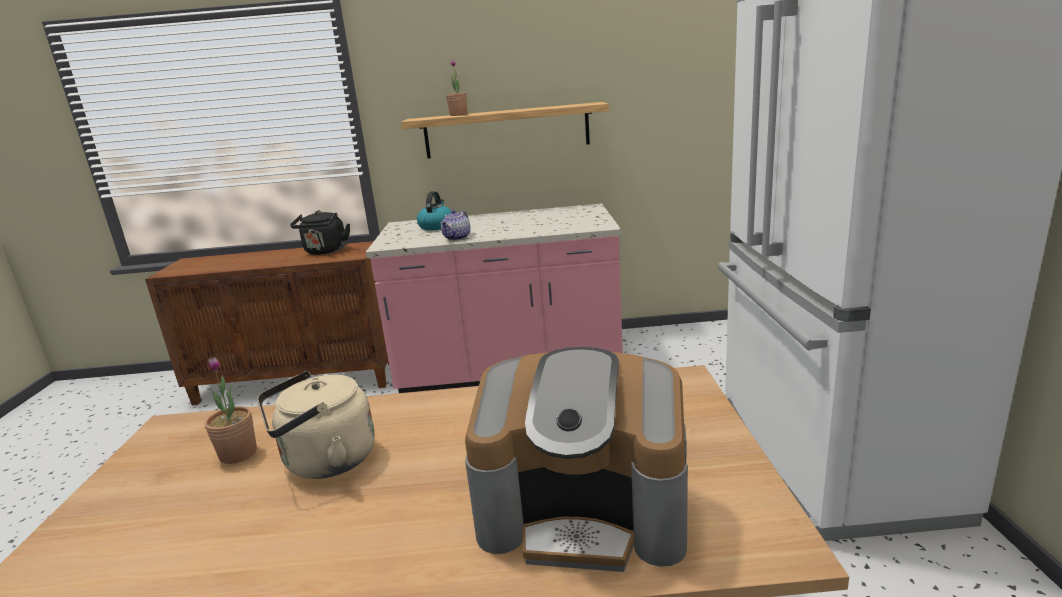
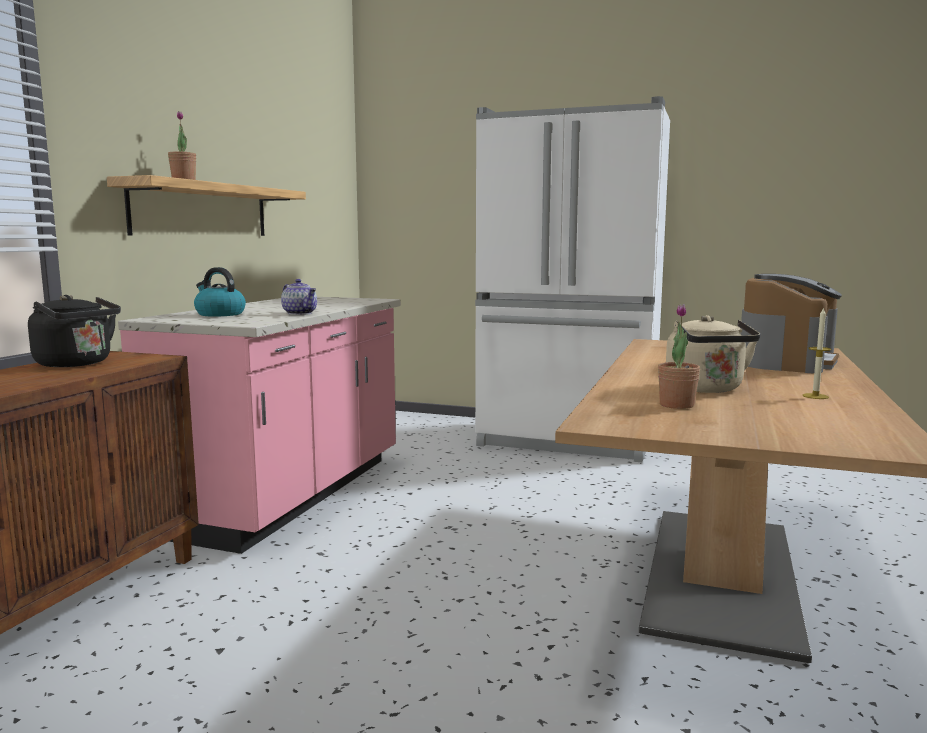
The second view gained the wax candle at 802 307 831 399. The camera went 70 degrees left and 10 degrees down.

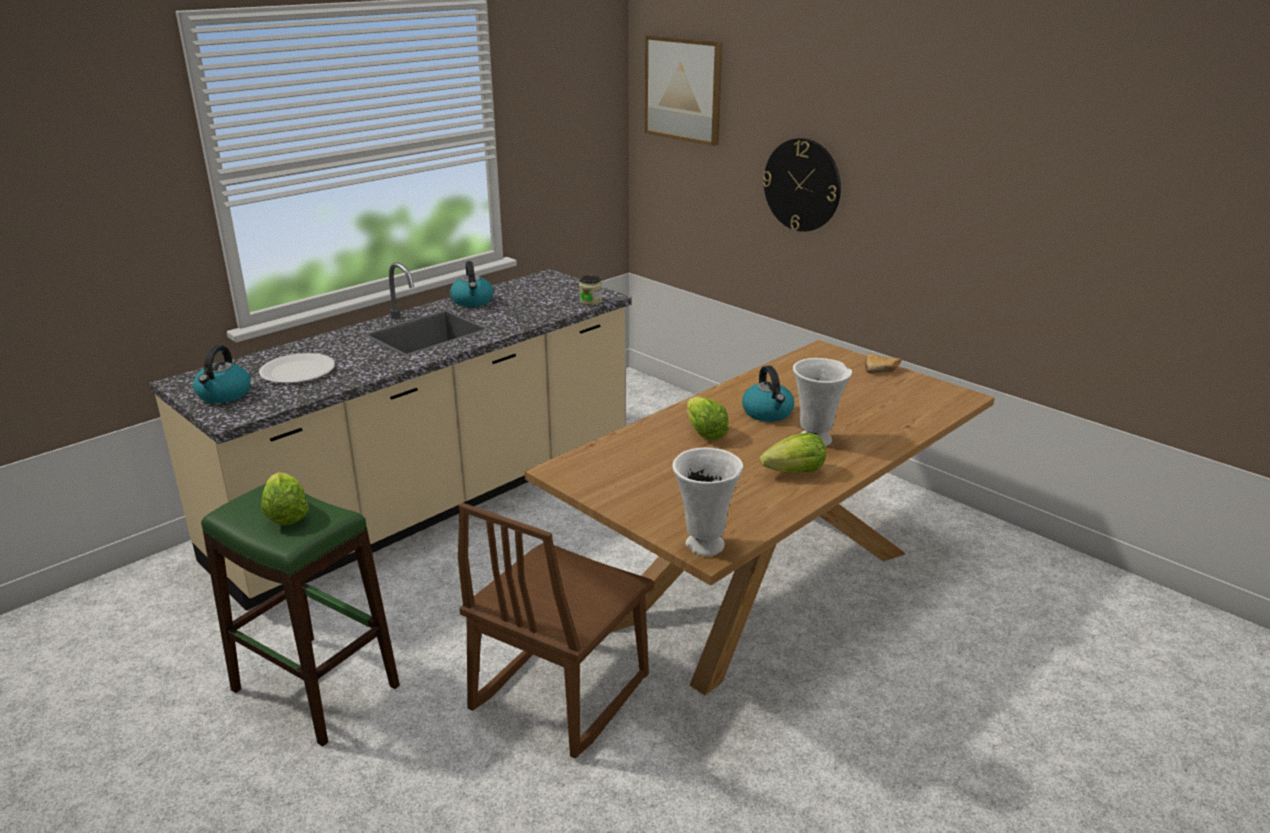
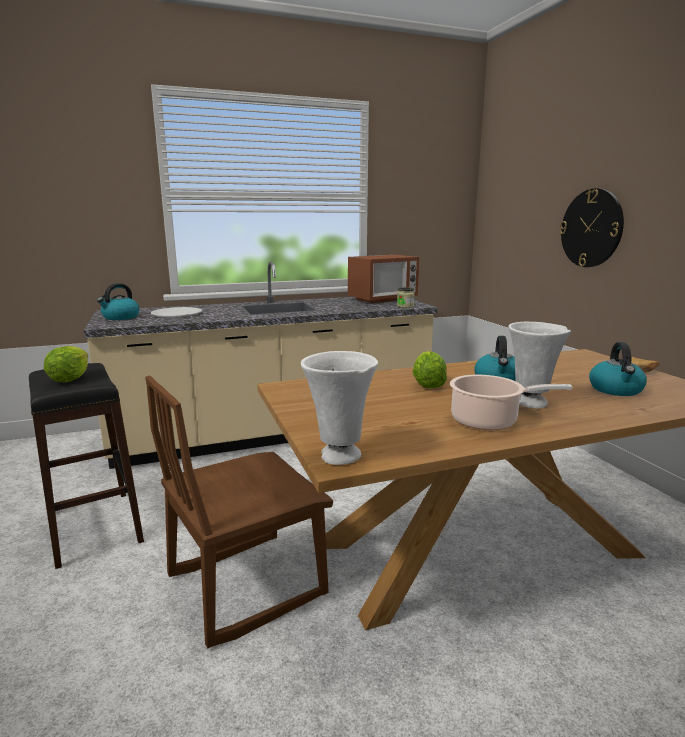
What was the greenish stool at 201 484 400 747 turned into the black-coloured stool at 29 363 144 569. The tea kettle ended up elsewhere, having gone from 450 261 493 307 to 589 342 647 396. The second view lost the wall art at 645 35 723 146. Where the lettuce head stood at 760 433 826 473, the cooking pot came to stand at 450 375 572 430. The second view gained the microwave at 348 255 419 303. The camera went 25 degrees right and 10 degrees down.

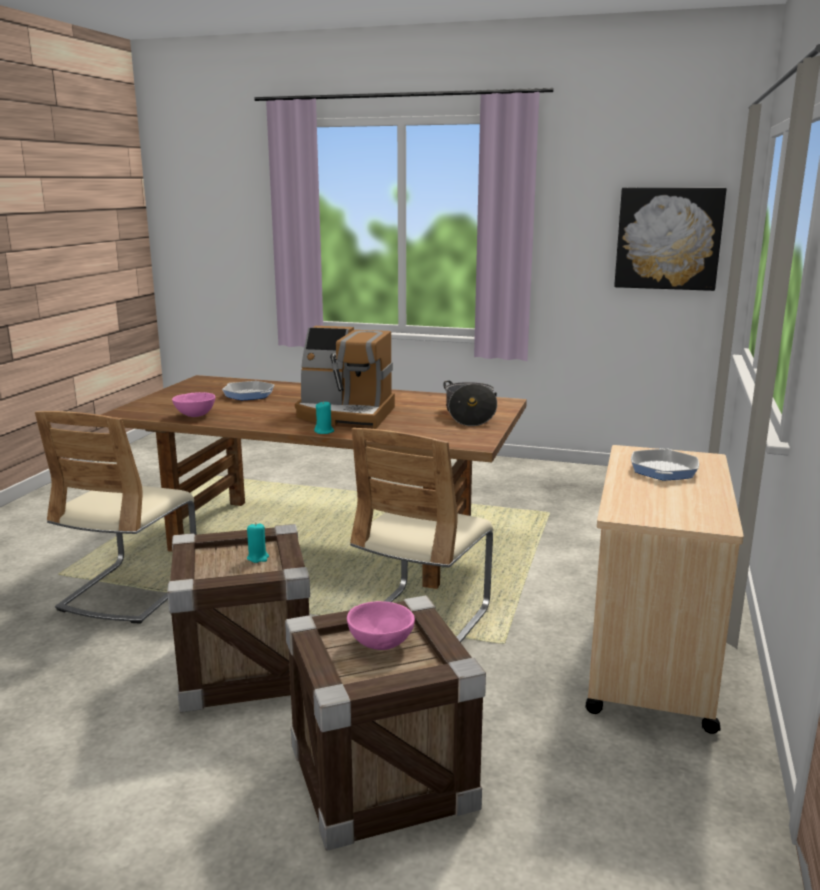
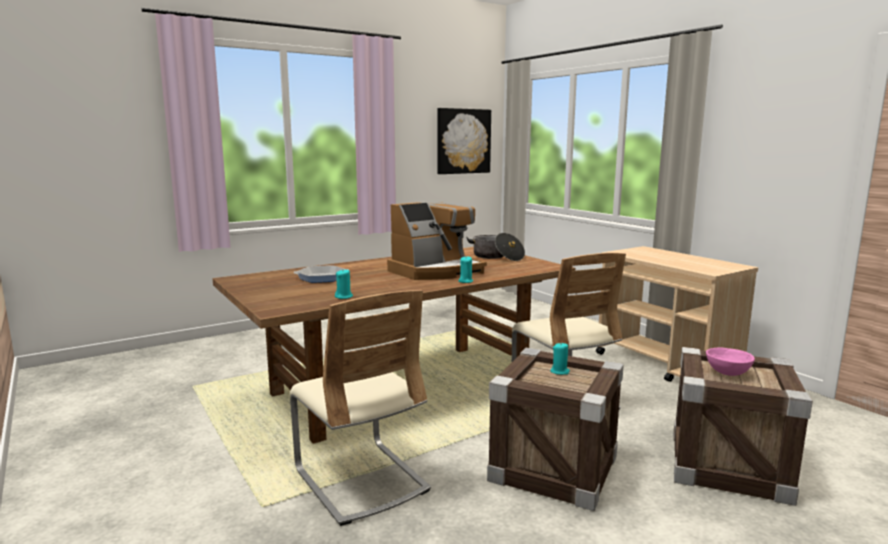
Where the pink-coloured bowl stood at 172 392 215 417, the turquoise-coloured wax candle came to stand at 335 270 353 299. The second view lost the pan at 631 448 699 481. The camera went 50 degrees left and 5 degrees down.

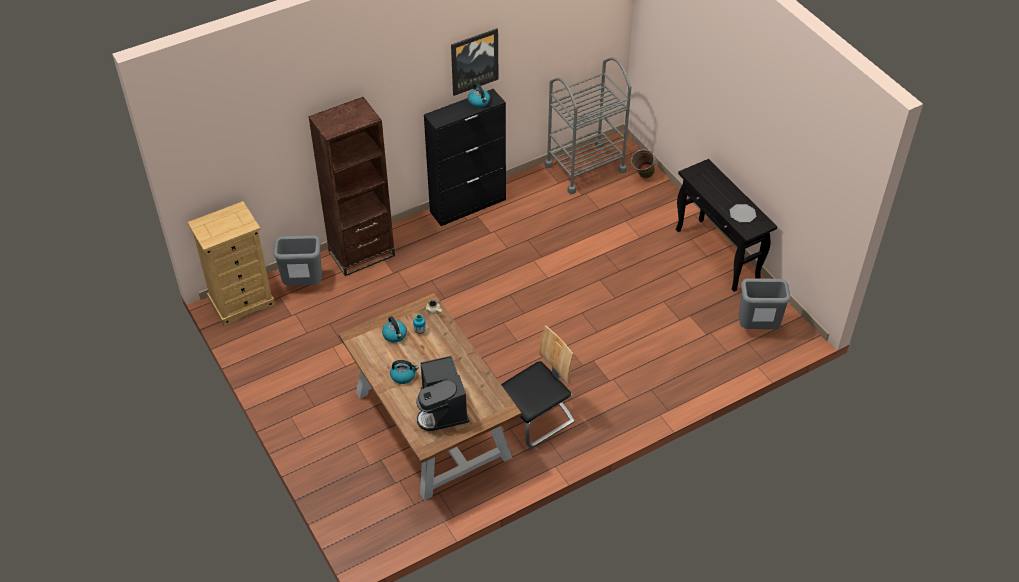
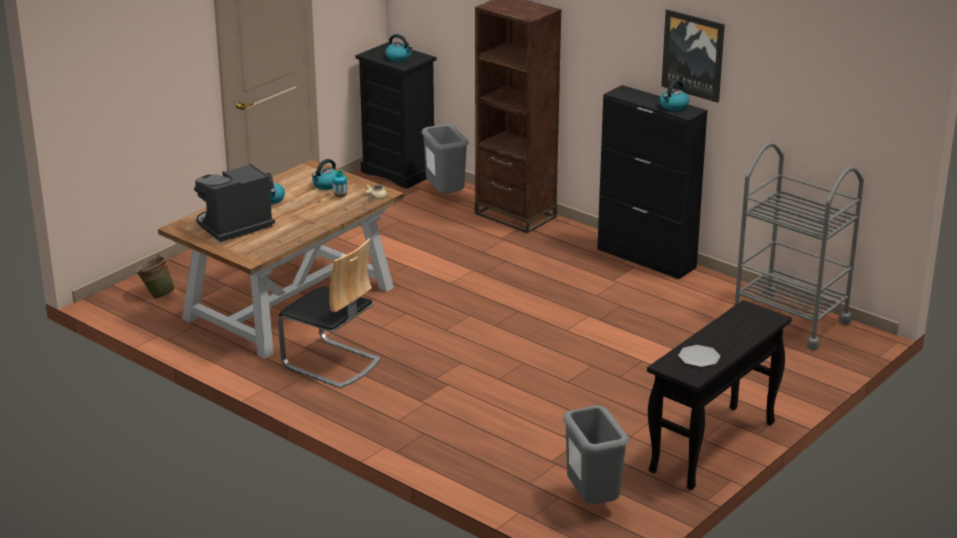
What was the sand-coloured dresser at 187 201 275 326 turned into the black-coloured dresser at 356 42 436 189. The greenish pail ended up elsewhere, having gone from 631 149 656 178 to 135 255 175 299. The second view gained the tea kettle at 385 34 413 62. The camera went 70 degrees right and 20 degrees down.

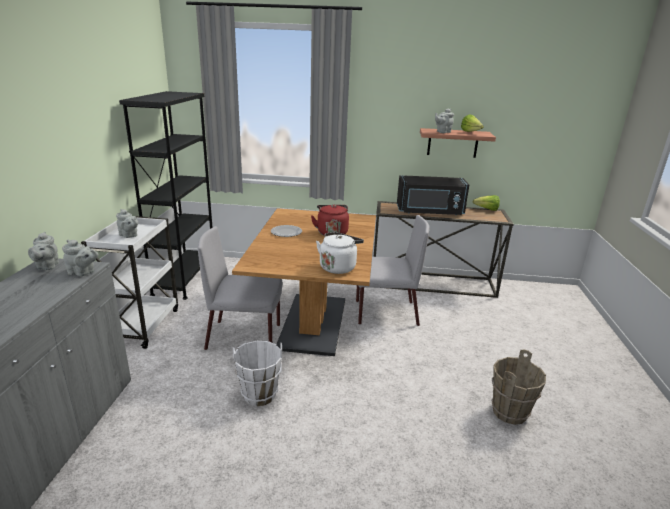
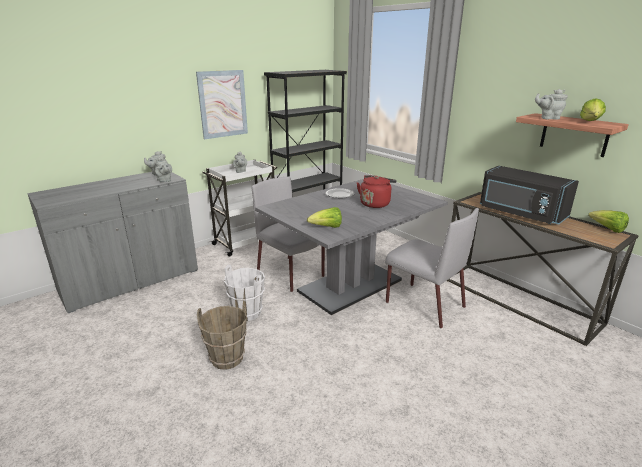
What was the brown-coloured dinner table at 232 208 376 356 turned into the grey dinner table at 255 179 448 315. Where the whitish tea kettle stood at 316 232 364 274, the lettuce head came to stand at 307 207 342 228. The brown-coloured pail ended up elsewhere, having gone from 491 349 546 425 to 197 305 247 370. The second view gained the wall art at 196 70 248 139. The camera went 45 degrees right and 0 degrees up.

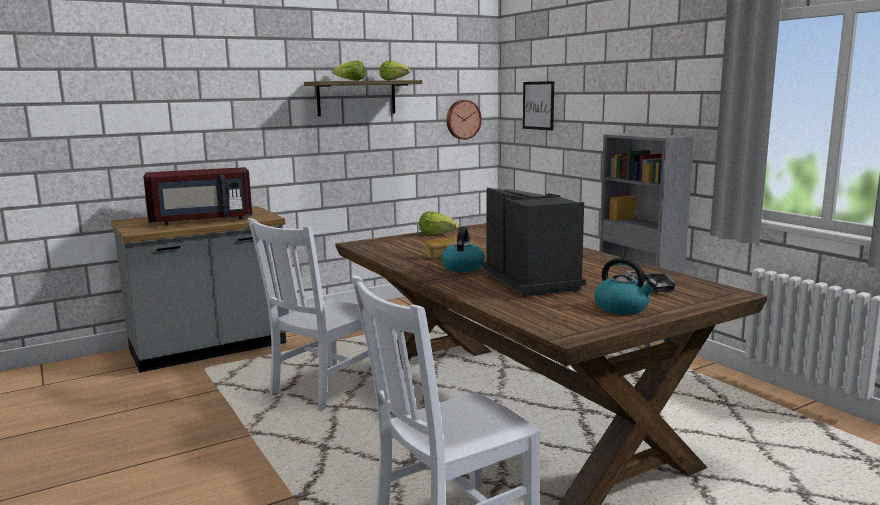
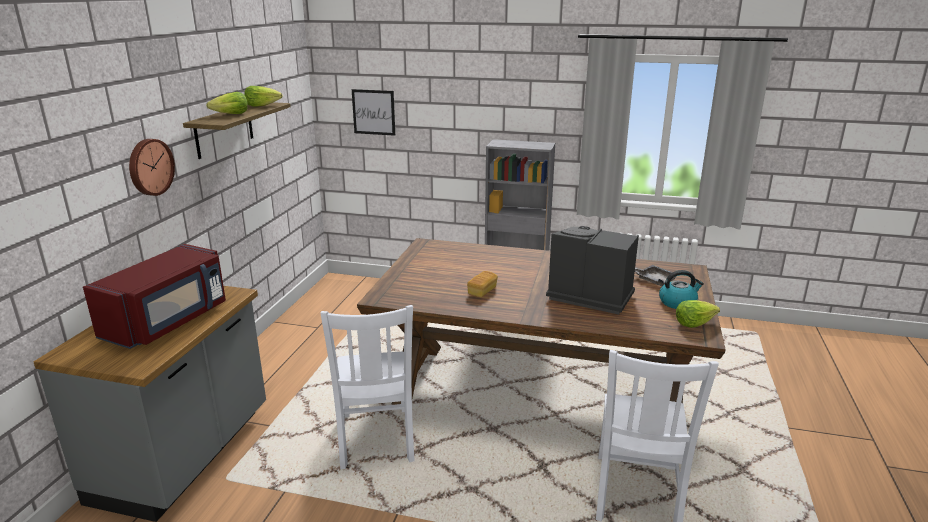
The lettuce head ended up elsewhere, having gone from 419 211 458 235 to 676 300 720 328. The second view lost the tea kettle at 441 227 485 272. The wall clock ended up elsewhere, having gone from 446 100 482 140 to 129 139 175 196. The camera went 45 degrees left and 10 degrees up.

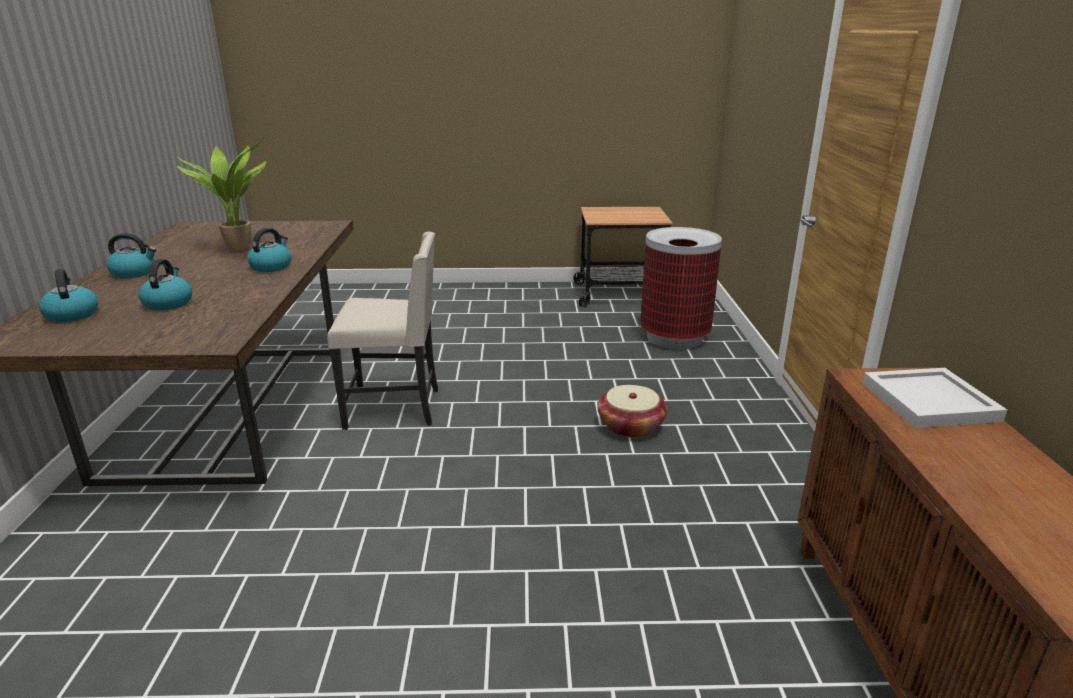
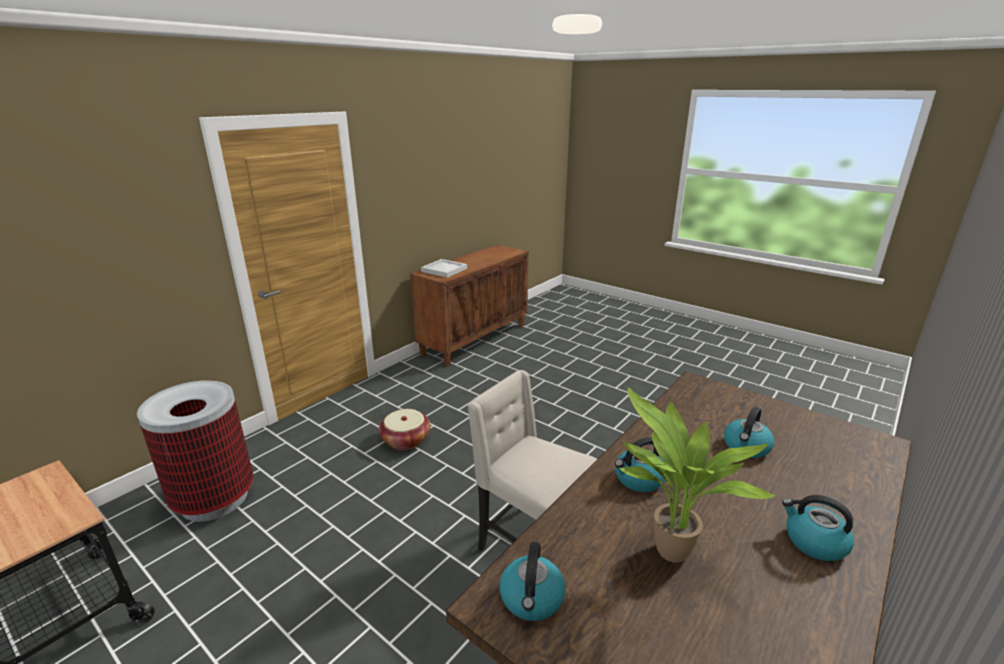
The tea kettle ended up elsewhere, having gone from 39 269 98 322 to 499 542 565 621. The camera went 140 degrees left and 0 degrees up.

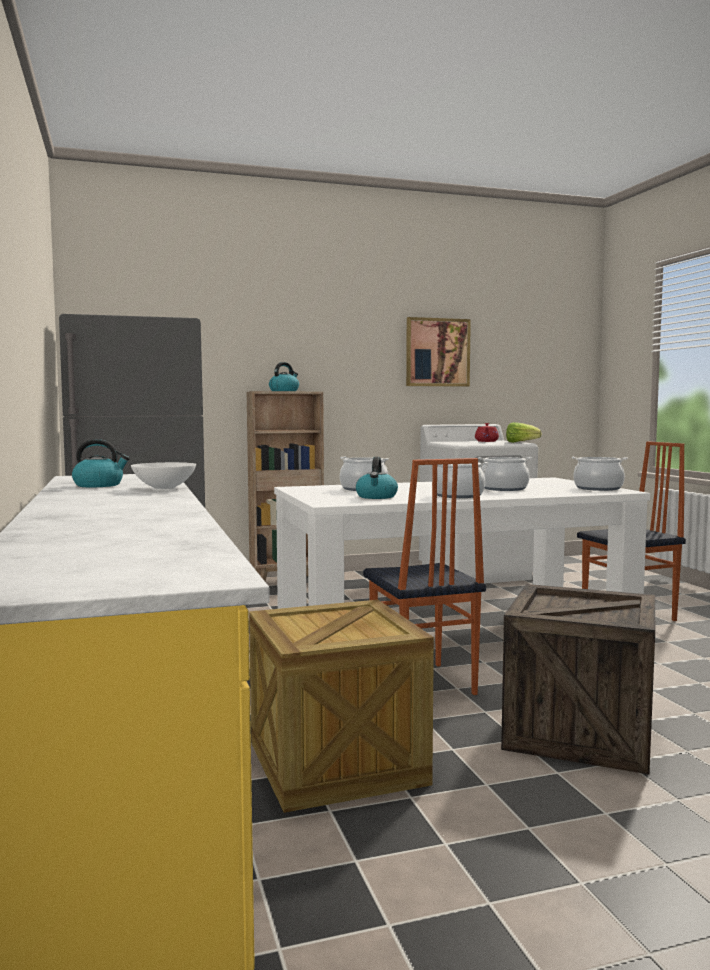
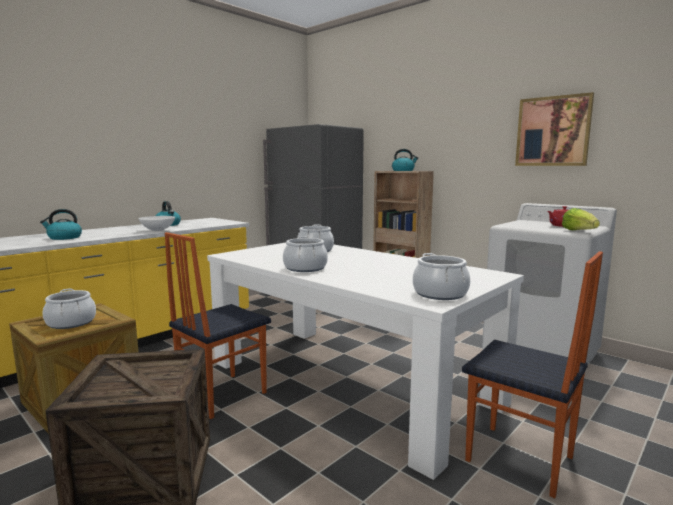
The tea kettle ended up elsewhere, having gone from 356 457 398 499 to 40 209 82 240. The cooking pot ended up elsewhere, having gone from 478 457 532 491 to 43 288 96 329. The camera went 60 degrees right and 5 degrees up.

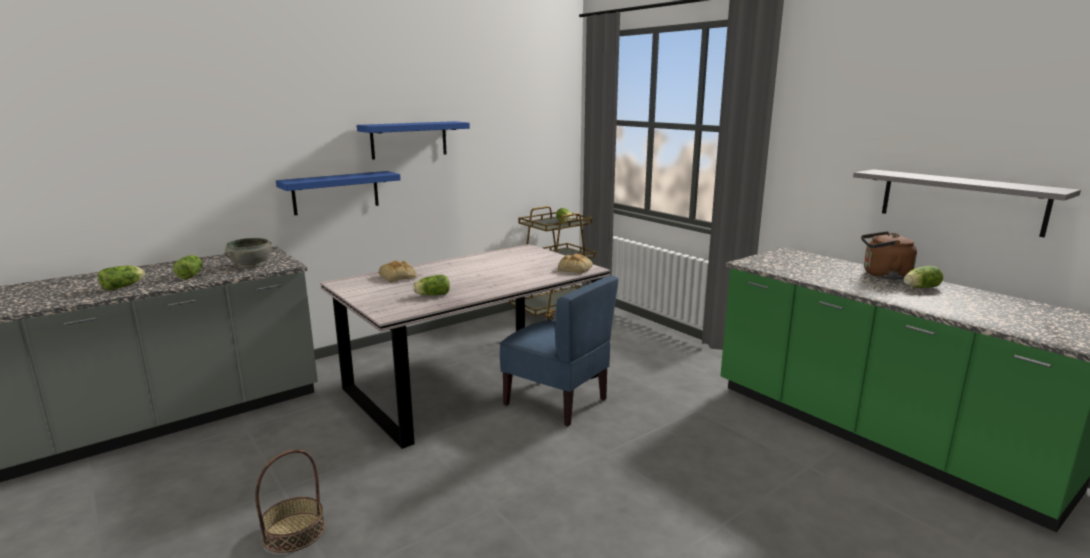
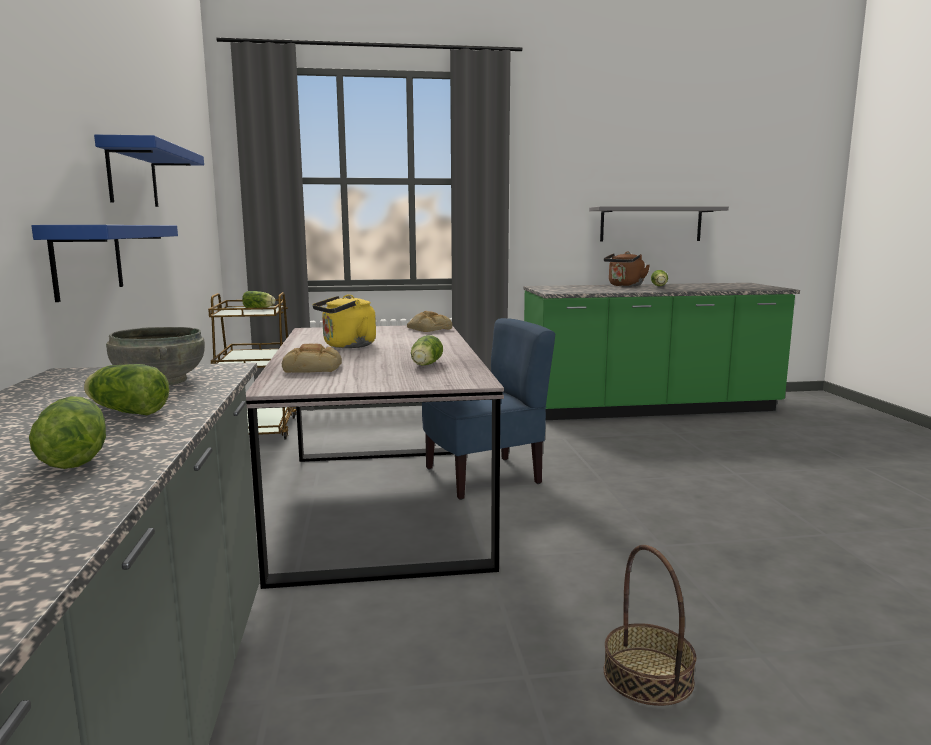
The second view gained the yellow tea kettle at 313 294 376 348. The camera went 60 degrees left and 5 degrees down.

